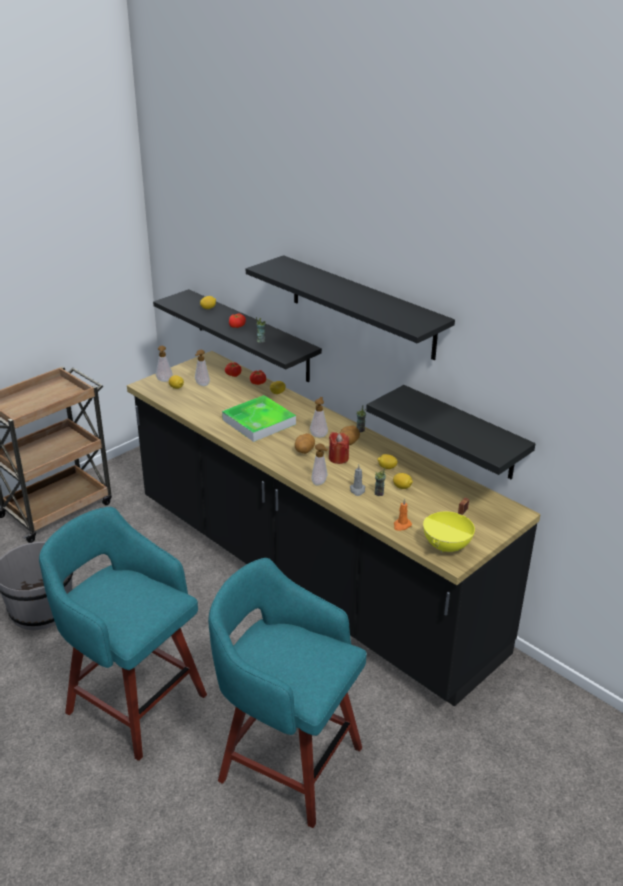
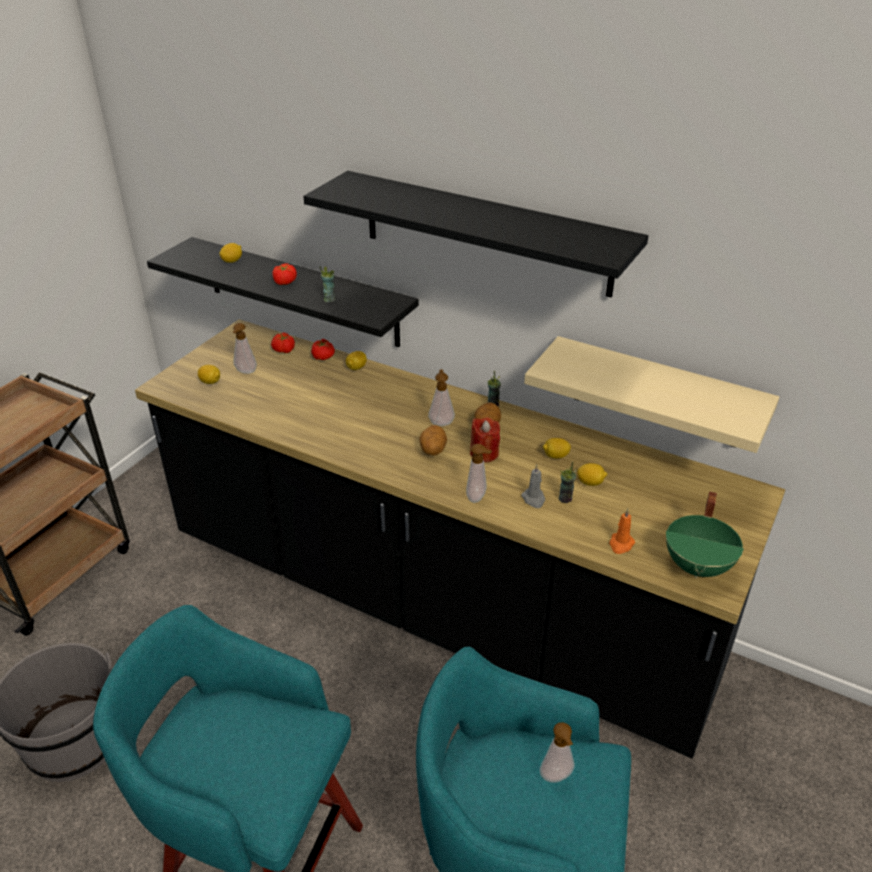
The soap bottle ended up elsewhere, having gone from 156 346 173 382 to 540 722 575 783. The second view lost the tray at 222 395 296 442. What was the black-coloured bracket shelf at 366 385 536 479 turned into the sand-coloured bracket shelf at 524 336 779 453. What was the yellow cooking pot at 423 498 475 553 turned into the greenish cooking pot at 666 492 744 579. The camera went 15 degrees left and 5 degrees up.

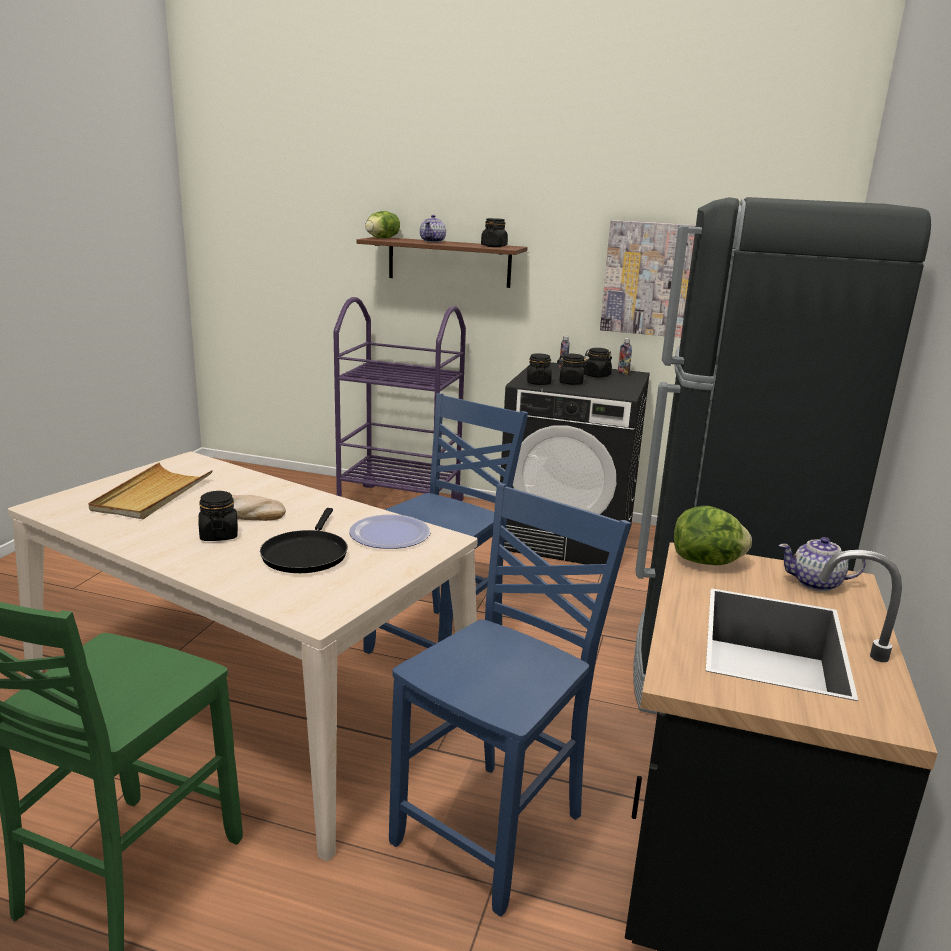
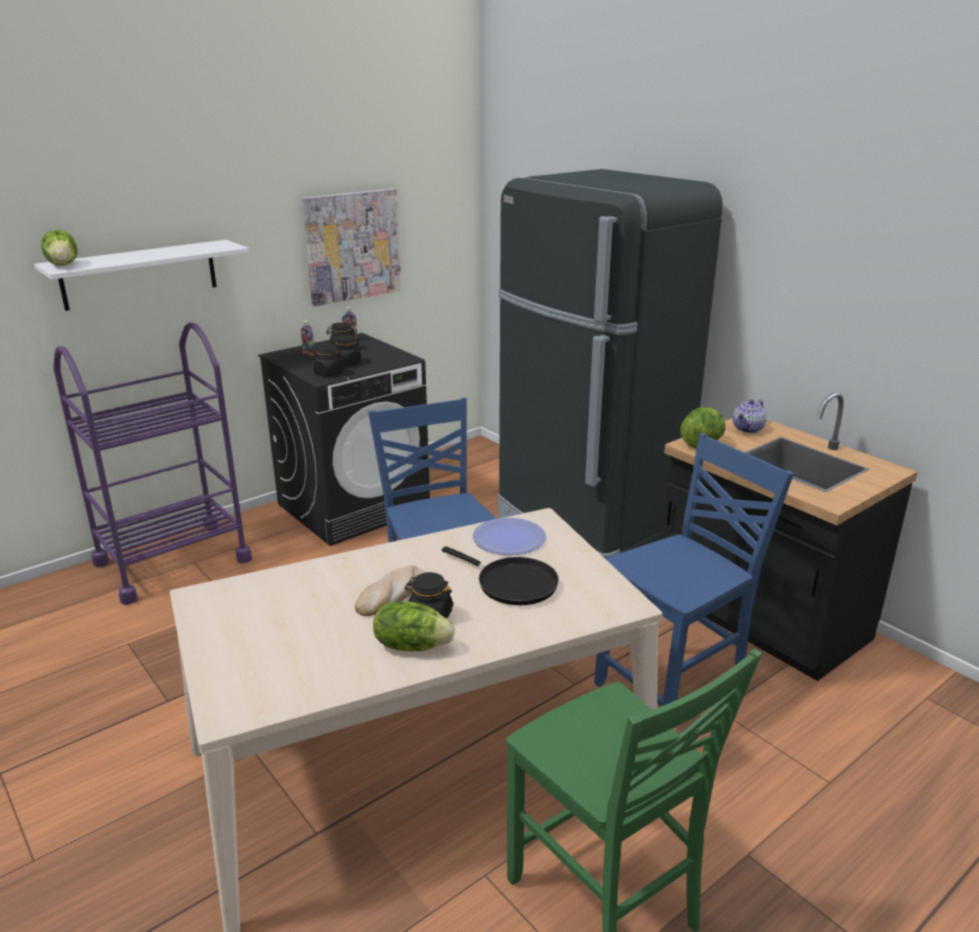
The second view lost the sand-coloured tray at 88 462 213 519. What was the brown-coloured bracket shelf at 357 237 527 288 turned into the whitish bracket shelf at 34 240 249 311. The bluish plain chair at 389 483 631 917 ended up facing another way, 75 degrees clockwise from before. The second view lost the tea pot at 420 215 446 242. The second view lost the black-coloured storage jar at 481 218 508 247. The second view gained the lettuce head at 373 602 455 652. The camera went 55 degrees left and 5 degrees up.

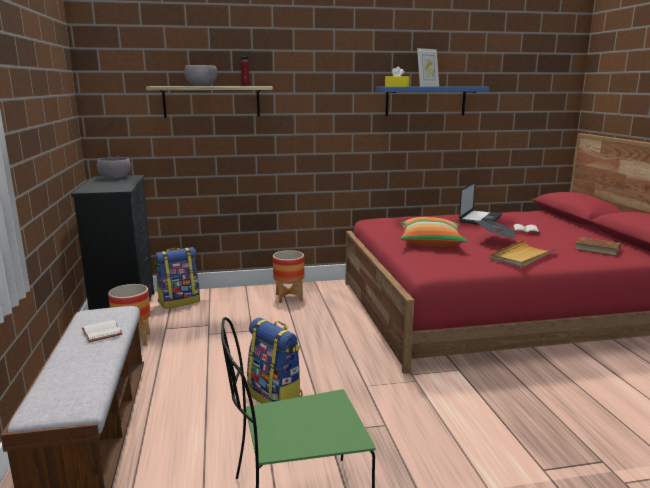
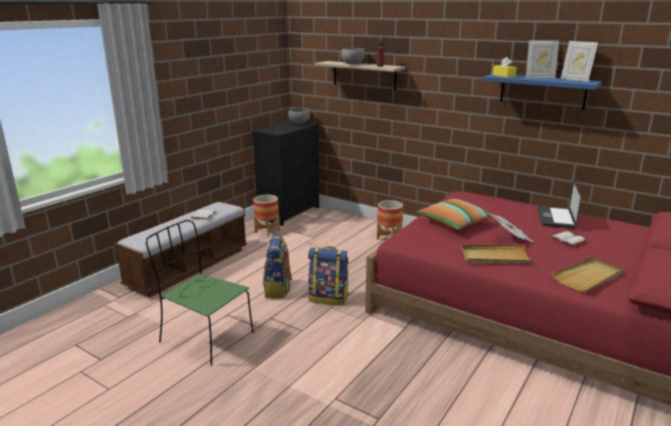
The backpack ended up elsewhere, having gone from 155 247 200 309 to 308 246 349 306. The notebook computer at 459 182 502 225 ended up facing another way, 120 degrees clockwise from before. Where the brown-coloured bound book stood at 574 237 621 256, the sand-coloured tray came to stand at 551 257 623 291. The second view gained the standing frame at 560 41 598 82. The camera went 45 degrees right and 5 degrees up.

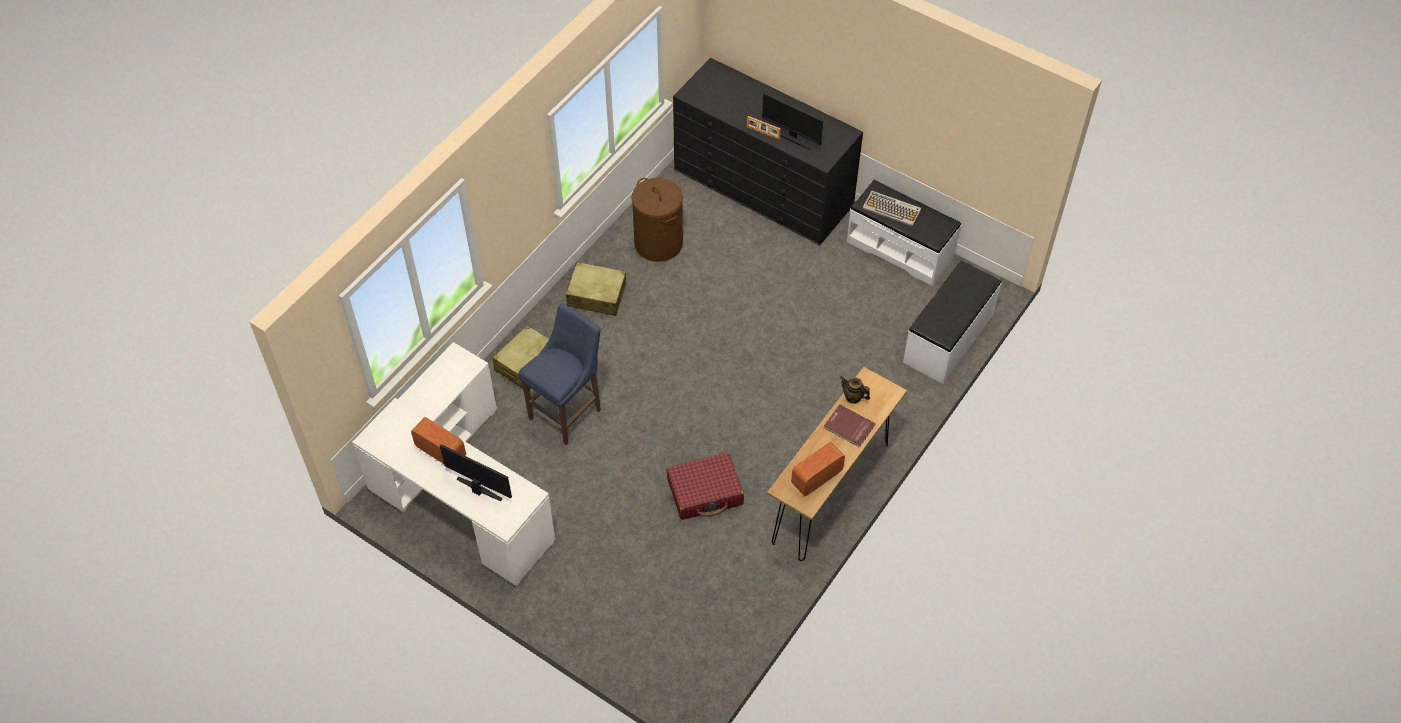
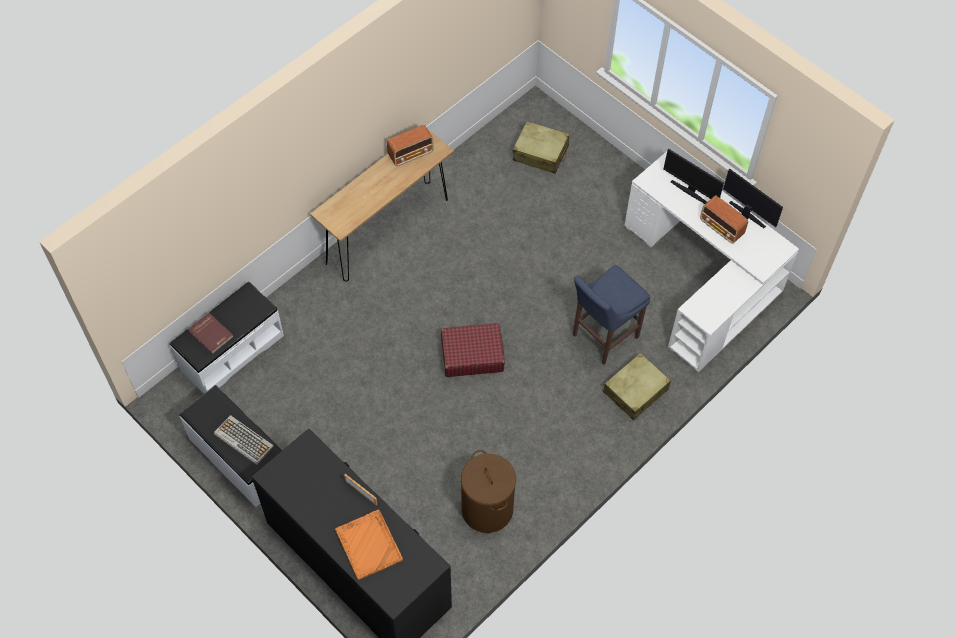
The sand-coloured travel case ended up elsewhere, having gone from 566 262 626 316 to 513 121 569 174. The red travel case ended up elsewhere, having gone from 666 452 744 520 to 441 323 505 377. The computer display ended up elsewhere, having gone from 762 93 823 150 to 723 169 783 228. The red bound book ended up elsewhere, having gone from 824 404 875 448 to 188 313 233 354. The second view lost the tea pot at 840 376 870 404. The second view gained the orangey tray at 335 510 403 580. The camera went 170 degrees left and 5 degrees up.

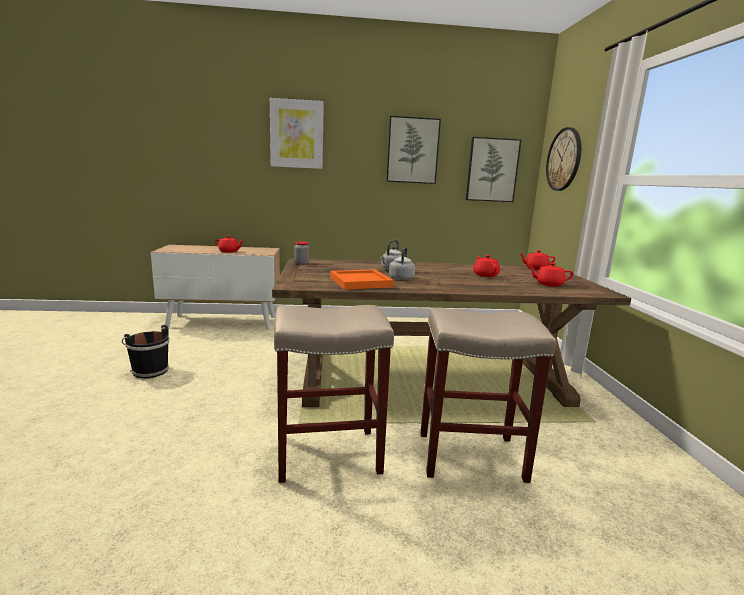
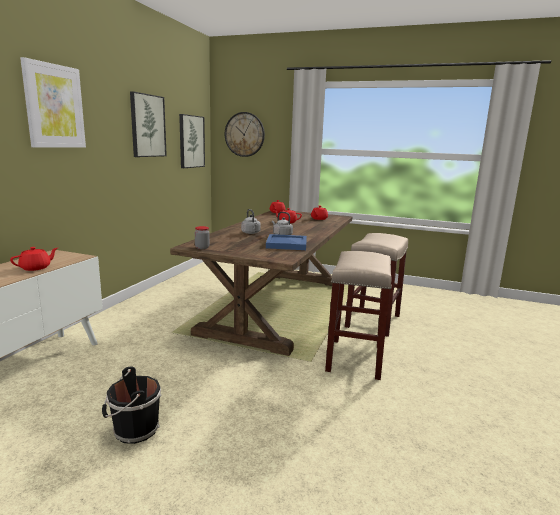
What was the orangey tray at 330 269 394 290 turned into the bluish tray at 266 234 307 250. The camera went 65 degrees left and 0 degrees up.

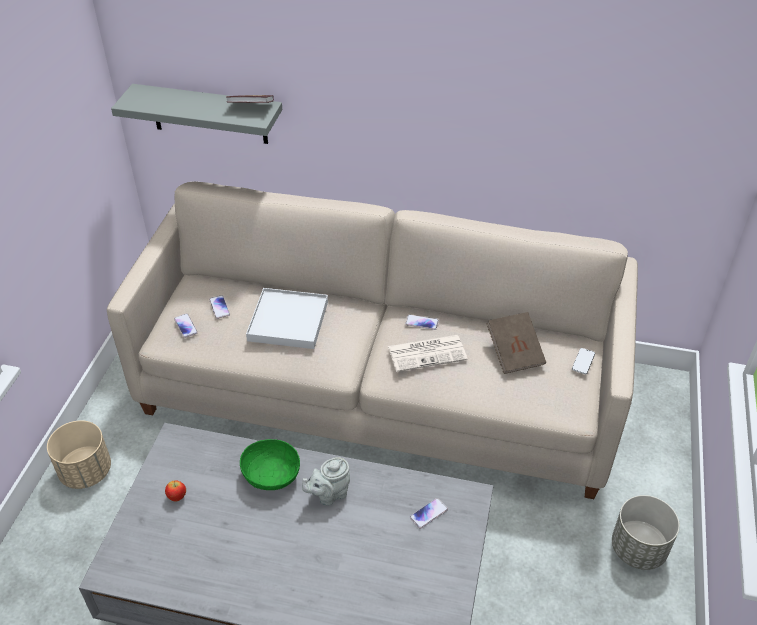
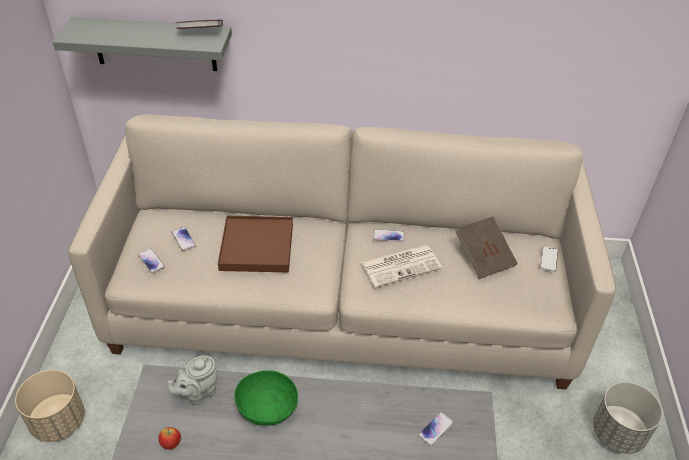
What was the whitish tray at 246 288 328 349 turned into the brown-coloured tray at 218 216 293 272. The grey tea pot ended up elsewhere, having gone from 302 457 350 506 to 168 355 217 405. The camera went 10 degrees left and 0 degrees up.

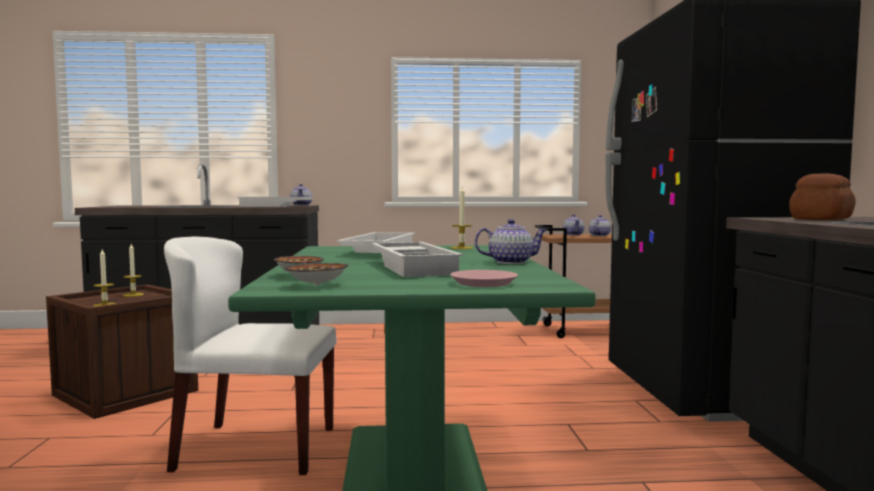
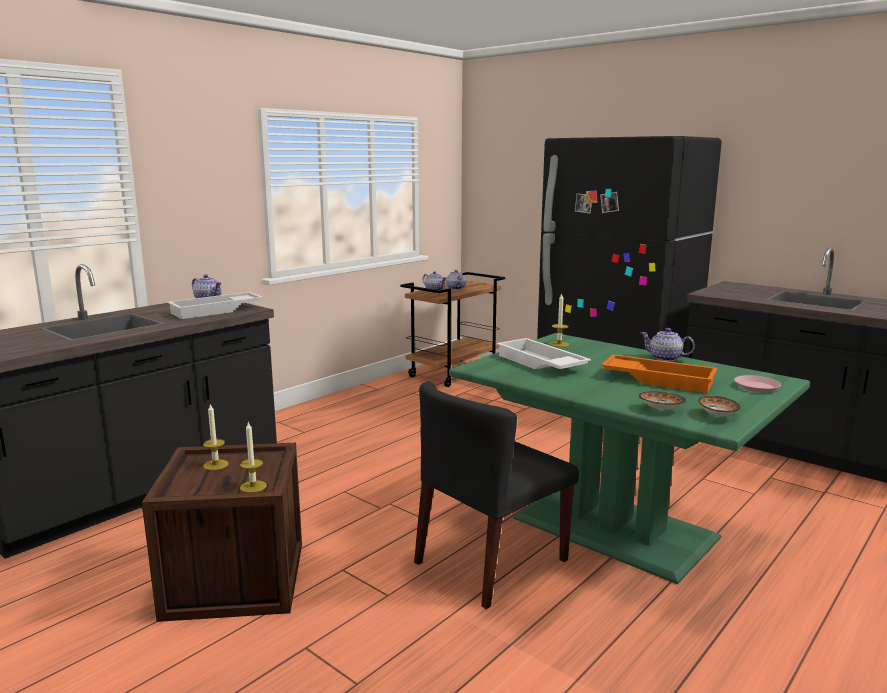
What was the whitish plain chair at 164 236 337 475 turned into the black-coloured plain chair at 414 382 579 609. What was the whitish tray at 371 242 463 277 turned into the orangey tray at 601 354 717 393. The tea pot at 475 219 547 264 ended up facing another way, 105 degrees counterclockwise from before. The second view lost the baked bread at 790 173 856 220. The camera went 45 degrees left and 10 degrees up.

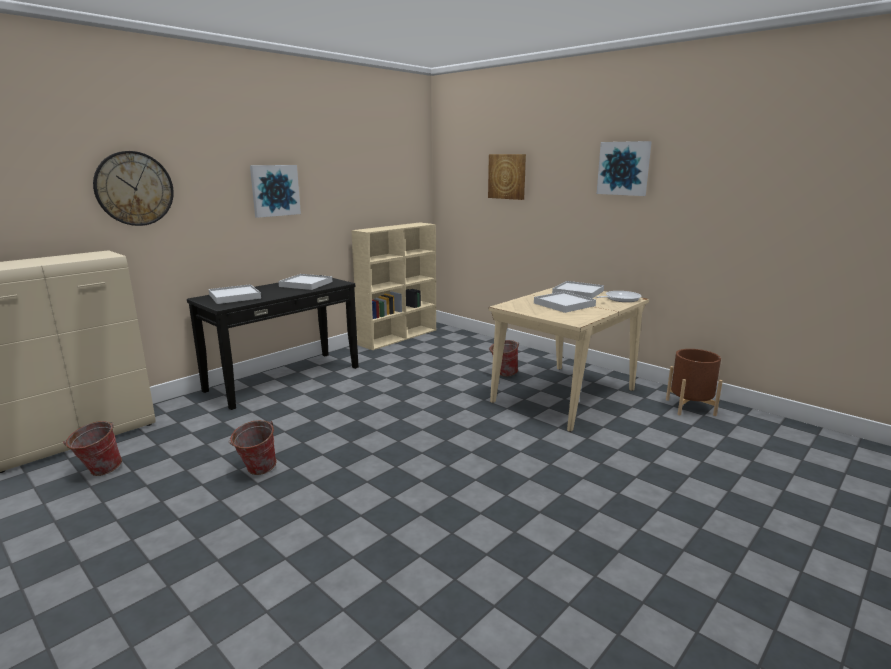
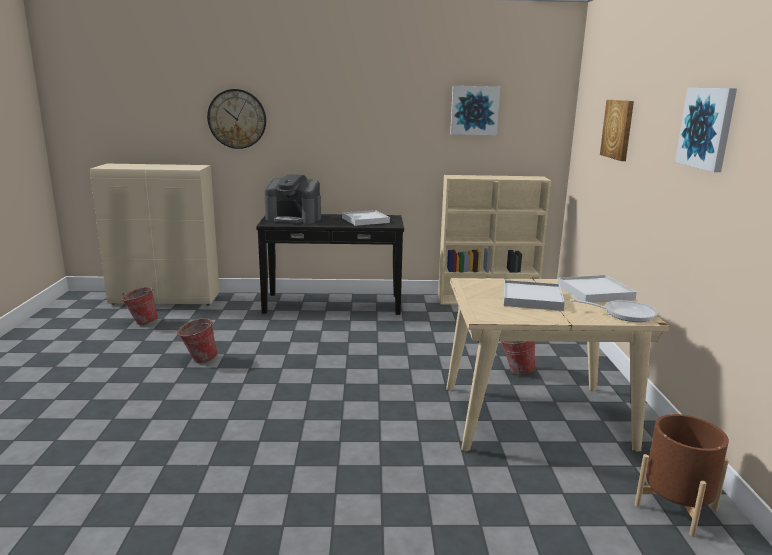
Where the whitish tray stood at 209 284 261 304, the coffee brewer came to stand at 264 174 321 224. The wall art ended up elsewhere, having gone from 250 165 301 218 to 450 86 501 135. The camera went 45 degrees right and 0 degrees up.

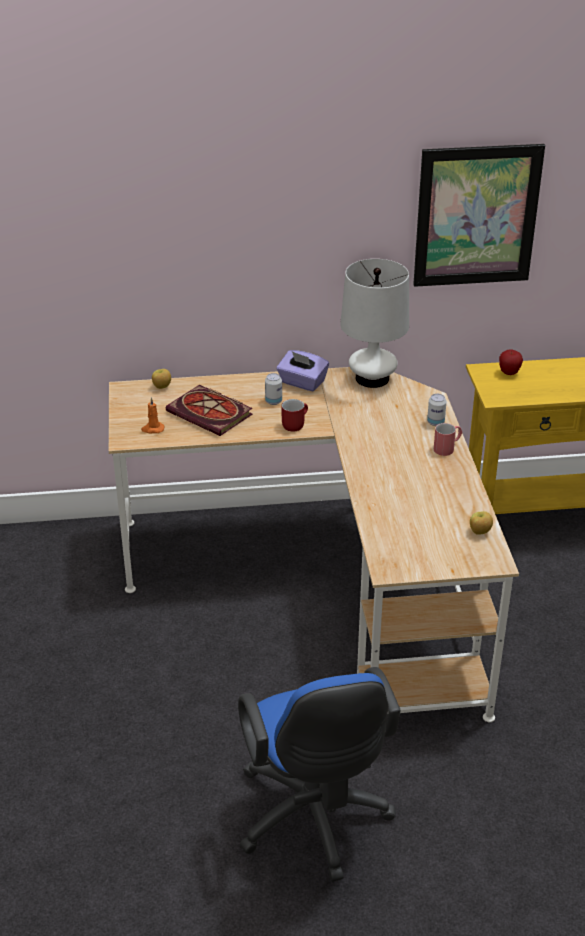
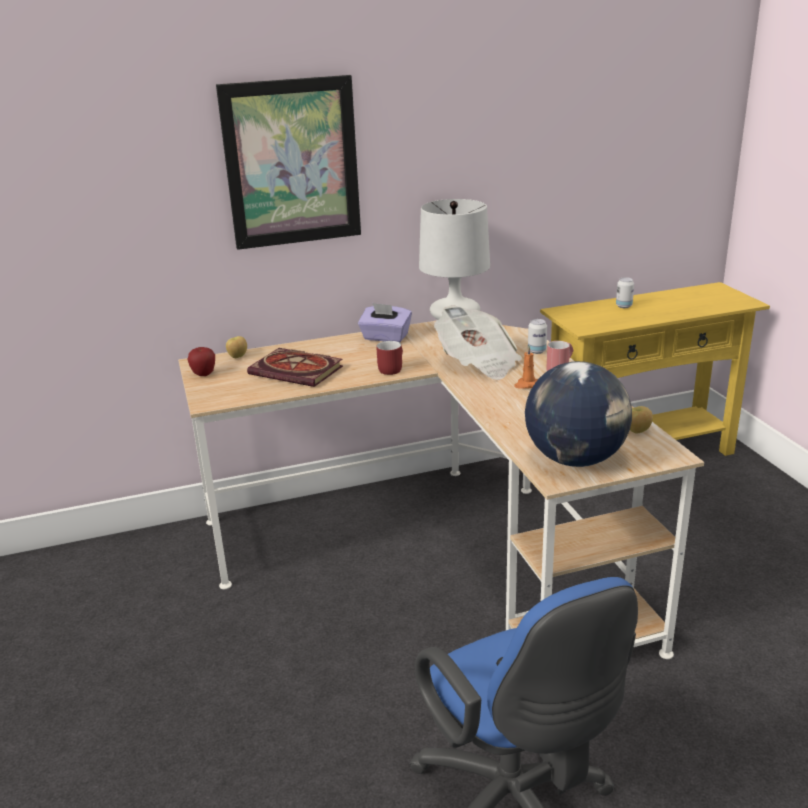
The orangey wax candle ended up elsewhere, having gone from 141 398 164 434 to 514 346 538 389. The can ended up elsewhere, having gone from 265 373 282 405 to 616 277 634 308. The wall art ended up elsewhere, having gone from 413 144 545 287 to 216 75 361 250. The apple fruit ended up elsewhere, having gone from 499 349 523 375 to 187 347 215 376. The second view gained the daily paper at 434 305 522 380. The second view gained the world globe at 525 361 632 467. The camera went 10 degrees left and 10 degrees down.

